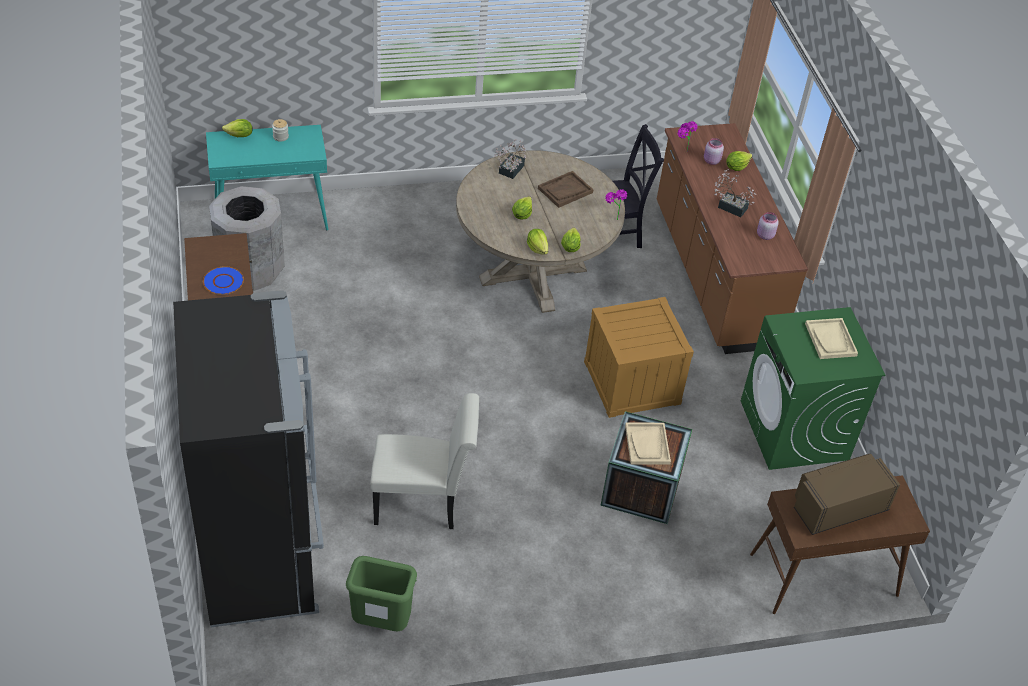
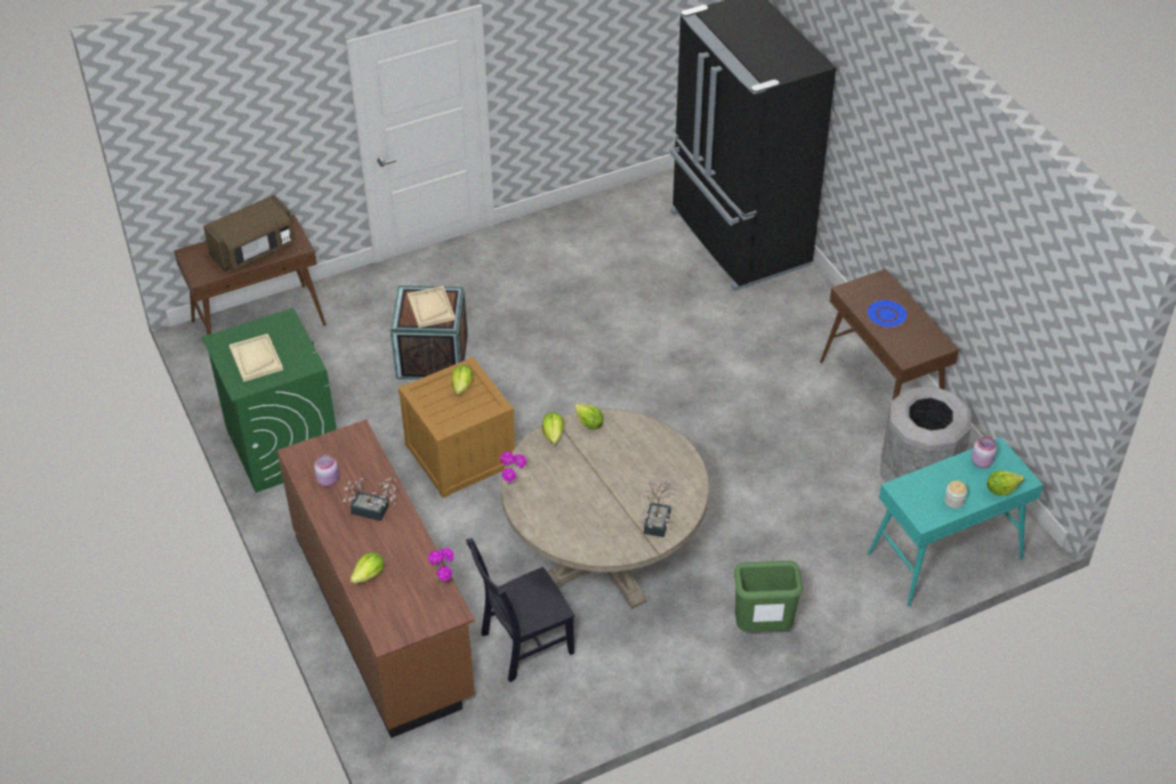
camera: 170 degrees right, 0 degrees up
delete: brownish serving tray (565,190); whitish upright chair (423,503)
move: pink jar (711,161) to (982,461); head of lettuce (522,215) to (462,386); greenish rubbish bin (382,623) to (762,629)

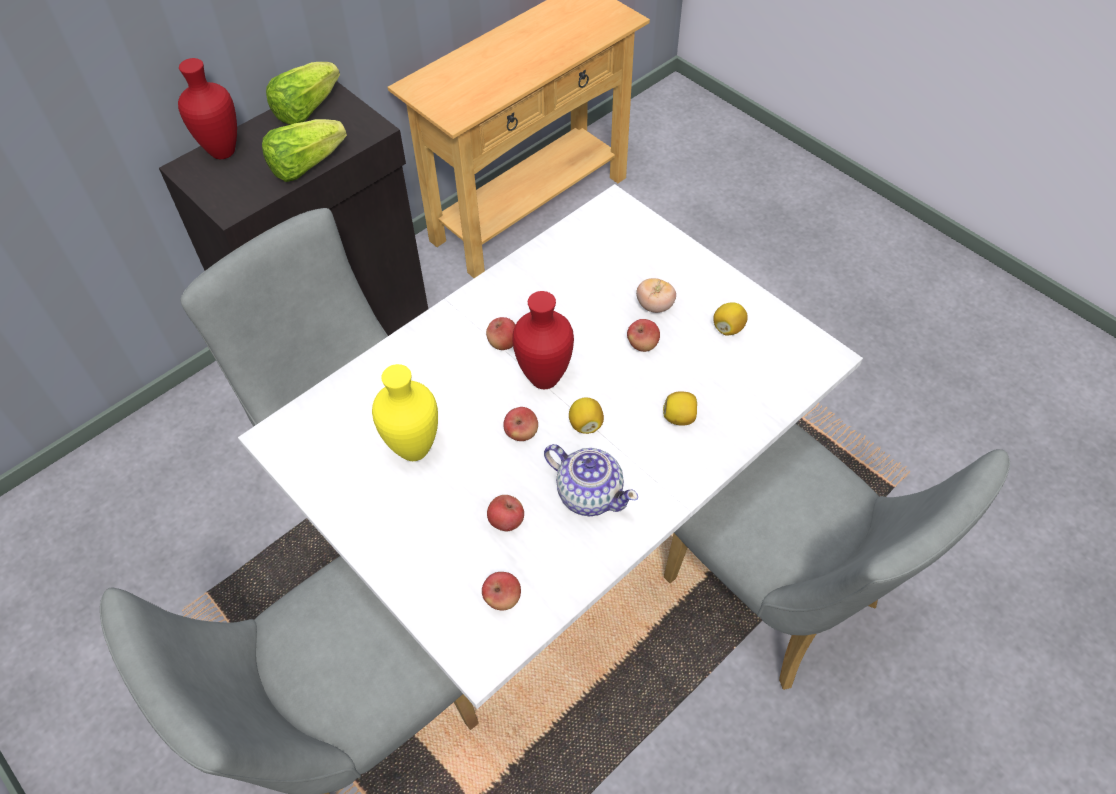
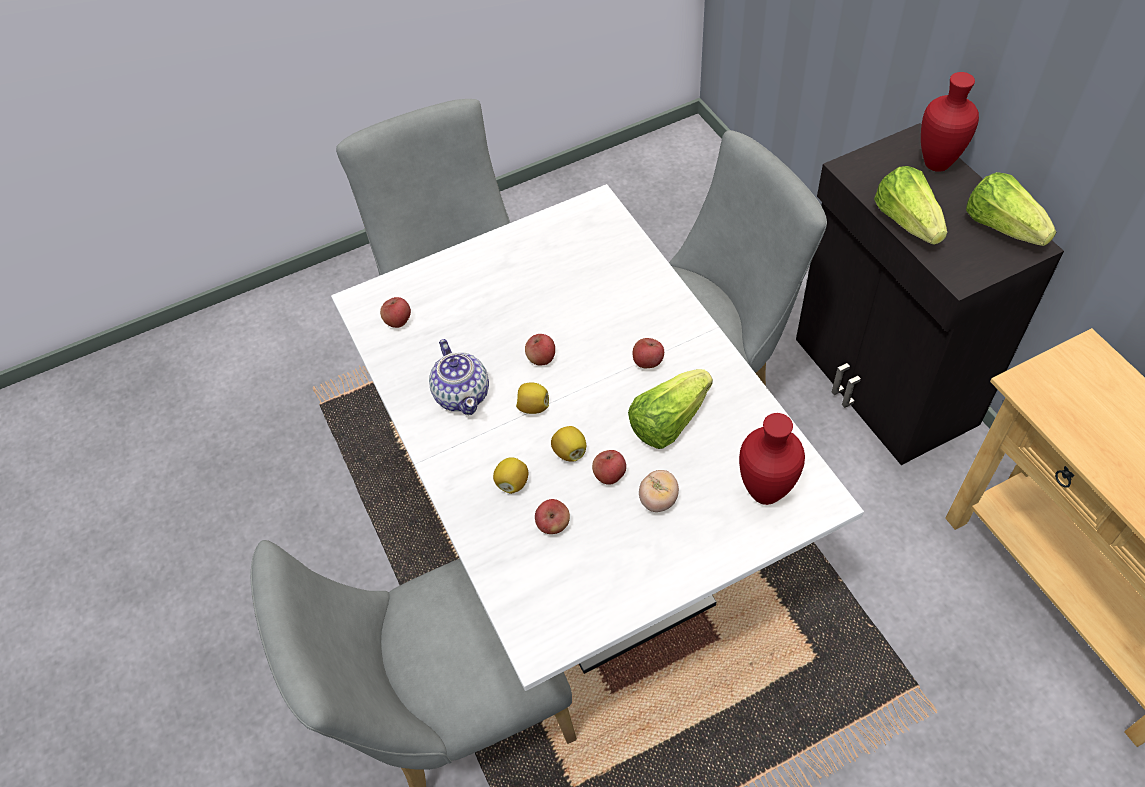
camera: 110 degrees right, 0 degrees up
delete: yellowish vase (416,449)
insert: head of lettuce (668,421)
move: red-coloured vase (546,380) to (763,493); whole lemon (728,328) to (569,451); apple (506,521) to (553,524)
rotate: tea pot (589,493) = (462,394) 75 degrees counterclockwise

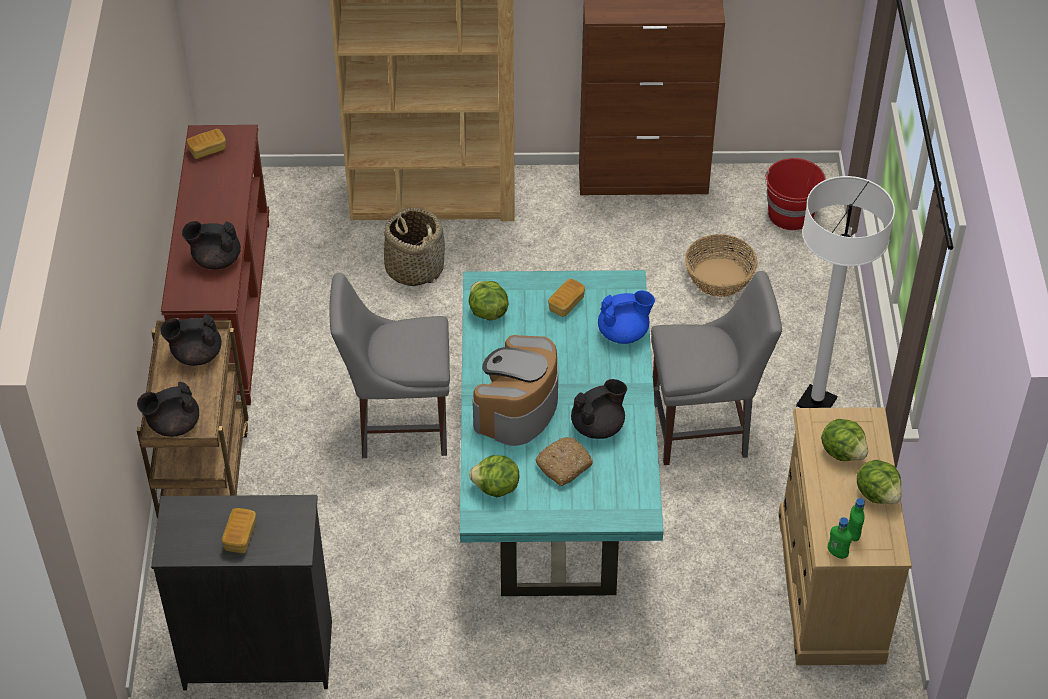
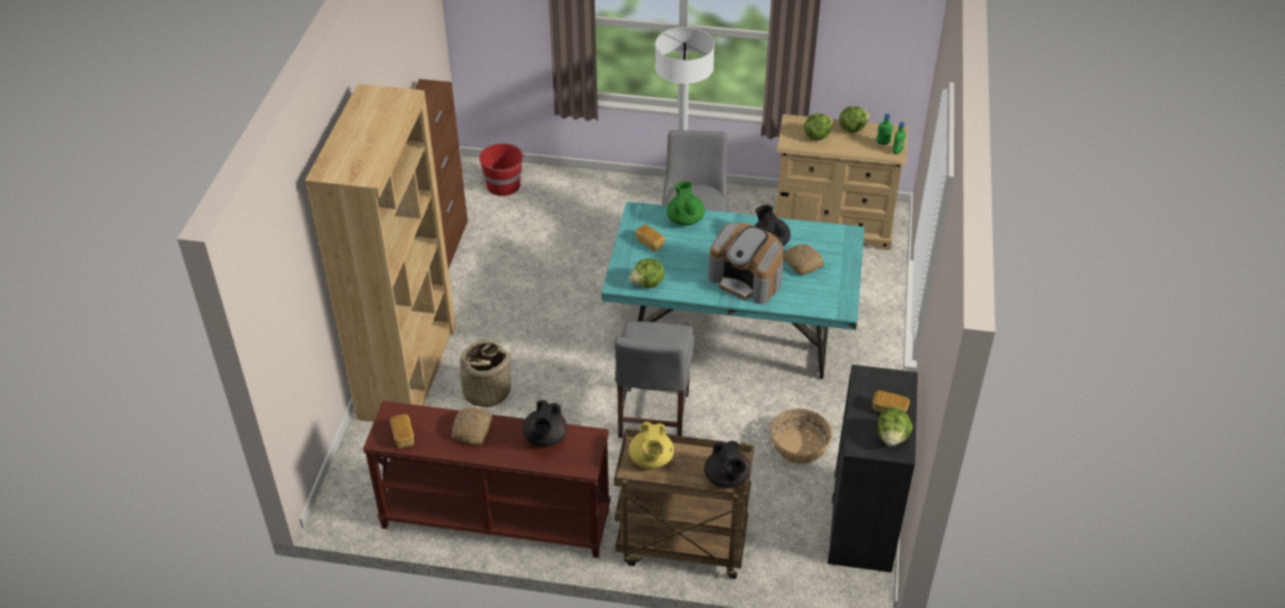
camera: 80 degrees left, 5 degrees down
insert: bakery bread (472,430)
move: basket (719,277) to (799,446); head of lettuce (496,488) to (892,437)
recolor: blue tea pot (624,333) to greenish tea pot (685,219); black tea pot (196,354) to yellowish tea pot (651,460)

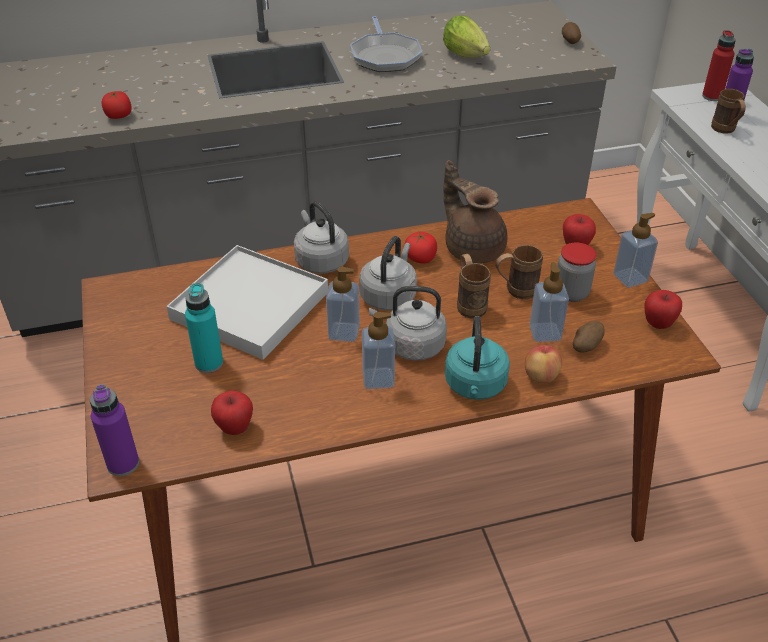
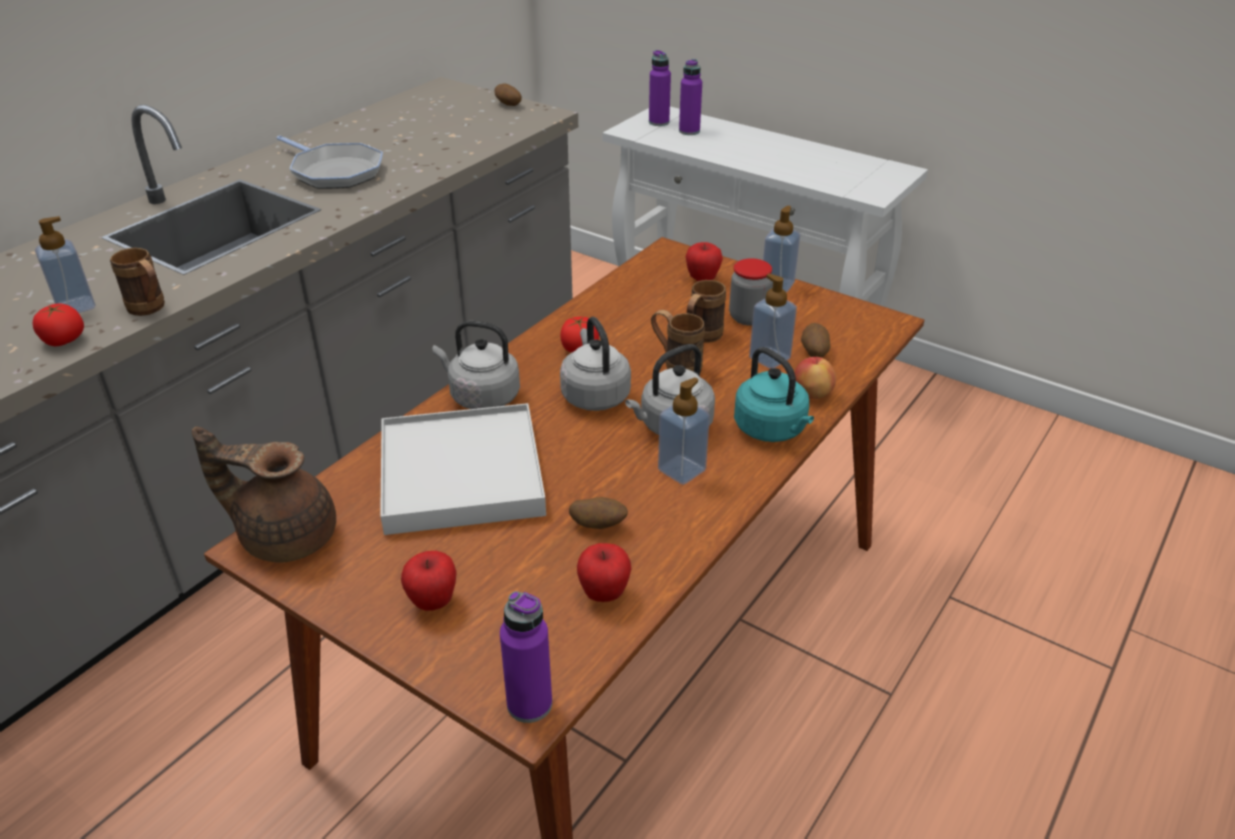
camera: 40 degrees left, 5 degrees down
delete: head of lettuce (467,56); turquoise drink bottle (209,363)
insert: spud (598,525)
move: brownish coffee mug (725,130) to (150,310); brownish tea pot (473,248) to (285,535); soap dispenser (344,332) to (76,306); apple (658,324) to (433,602)
recolor: red-coloured drink bottle (712,96) to purple drink bottle (659,122)

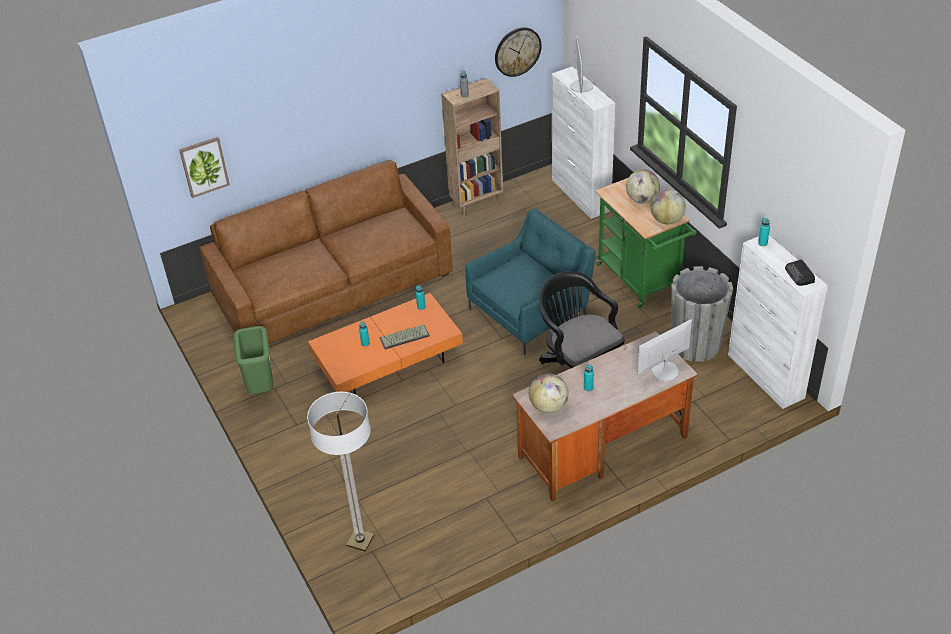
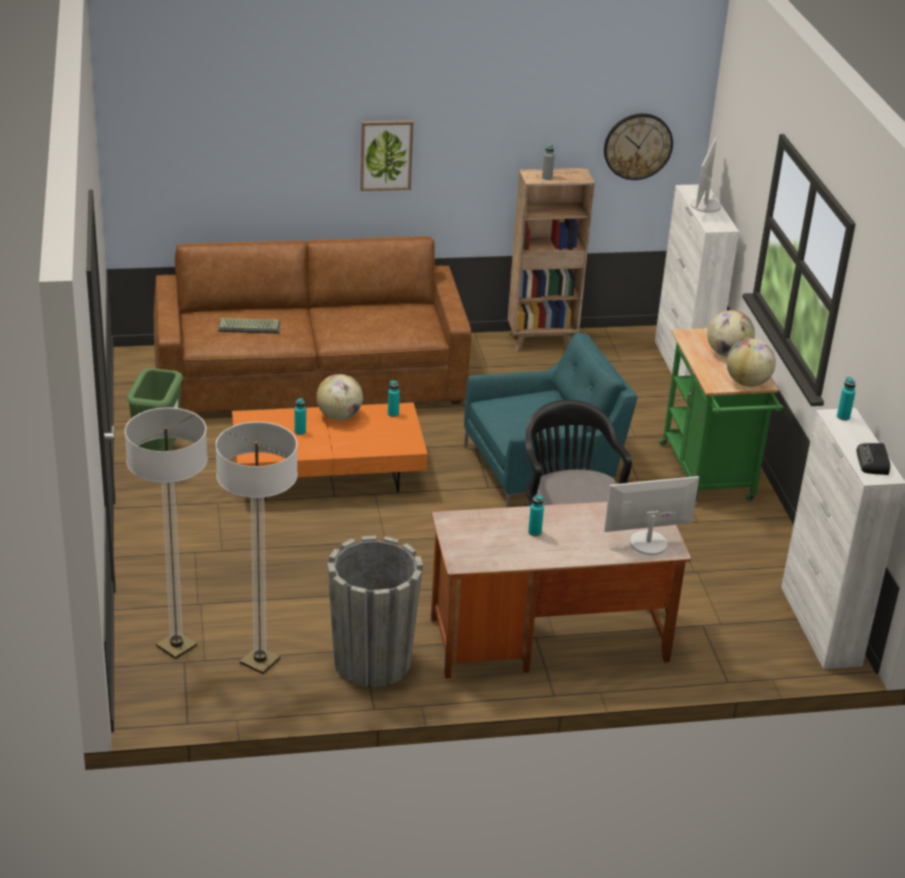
camera: 15 degrees right, 10 degrees down
insert: floor lamp (260,661)
move: wall picture (204,166) to (386,155); gray plant pot (695,344) to (372,662); keyboard (405,336) to (250,326); world globe (548,406) to (339,416)

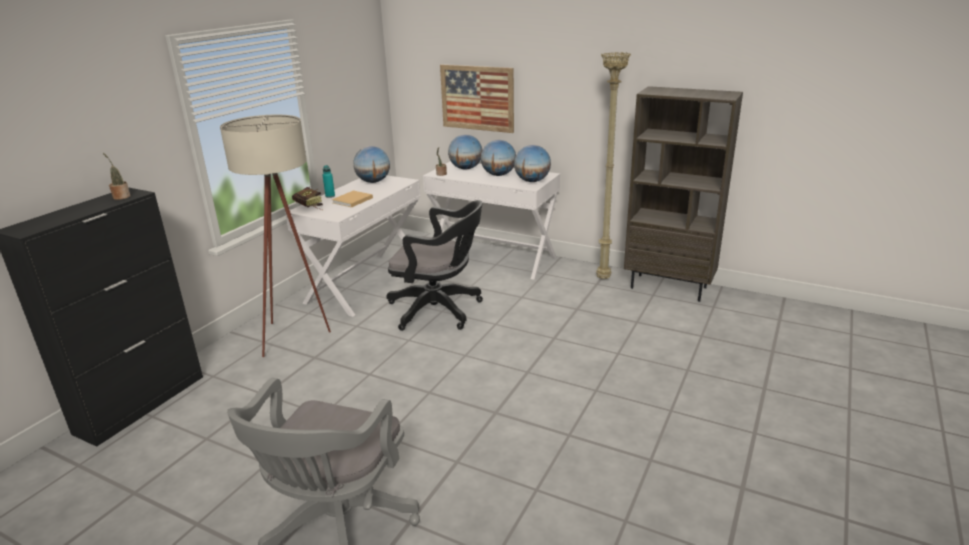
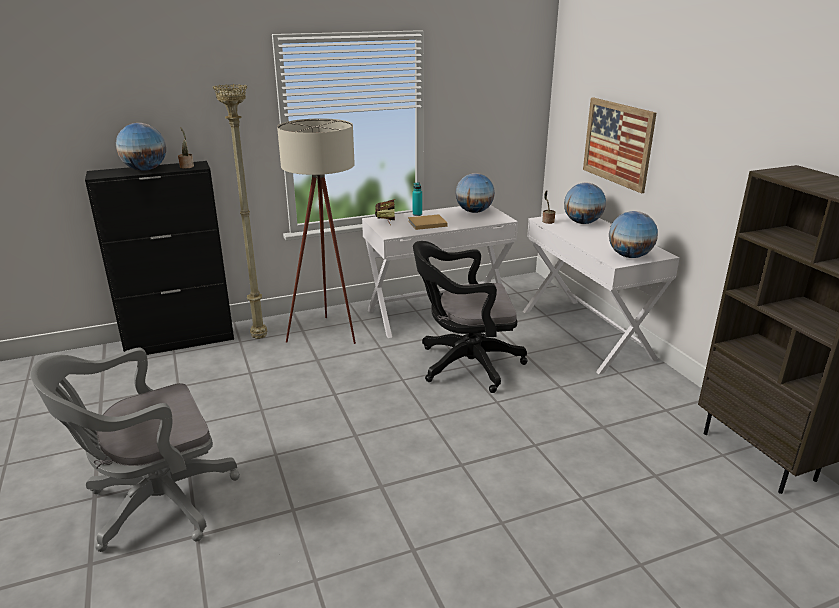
camera: 40 degrees right, 0 degrees up
move: beige-coloured floor lamp (602,278) to (259,337); world globe (498,175) to (145,170)
rotate: black computer chair (439,310) = (464,364) 120 degrees clockwise

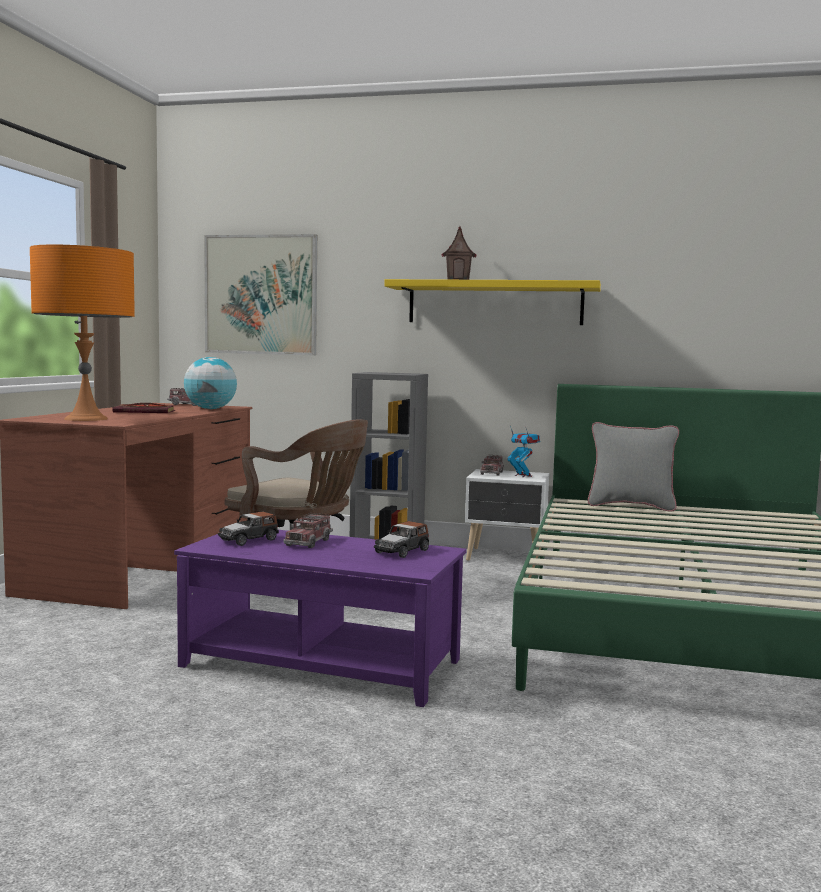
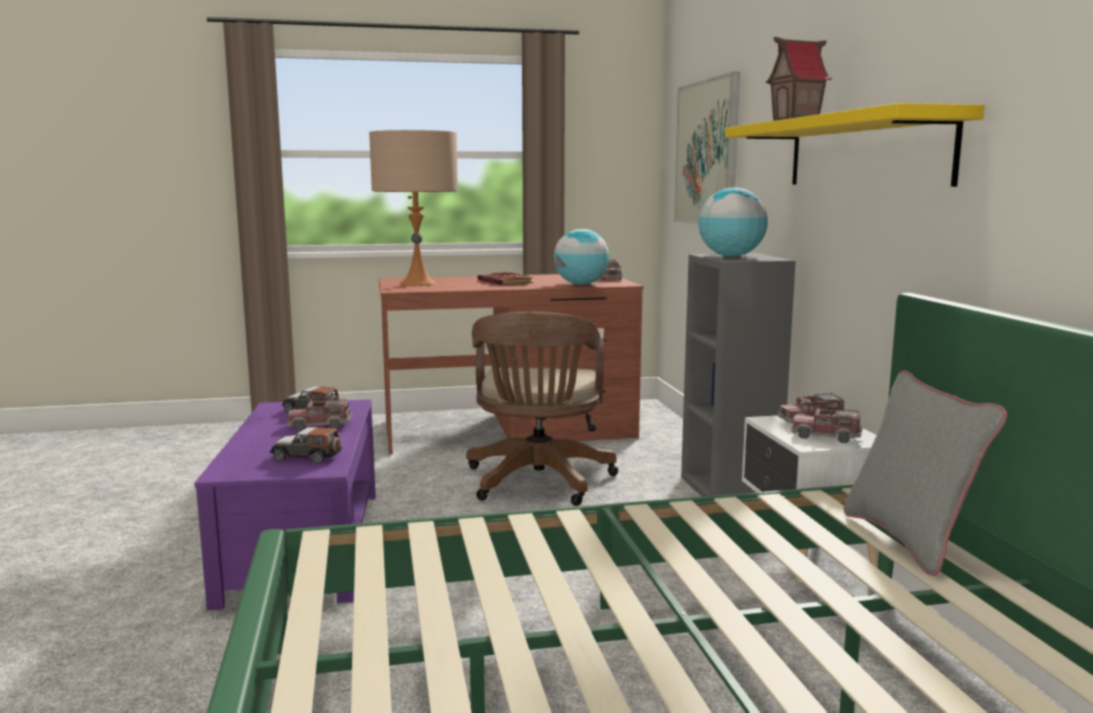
camera: 65 degrees right, 5 degrees up
insert: world globe (731,256)
replace: toy robot (522,476) to toy lorry (826,436)
recolor: orange lamp for a table (86,419) to beige-coloured lamp for a table (417,283)

